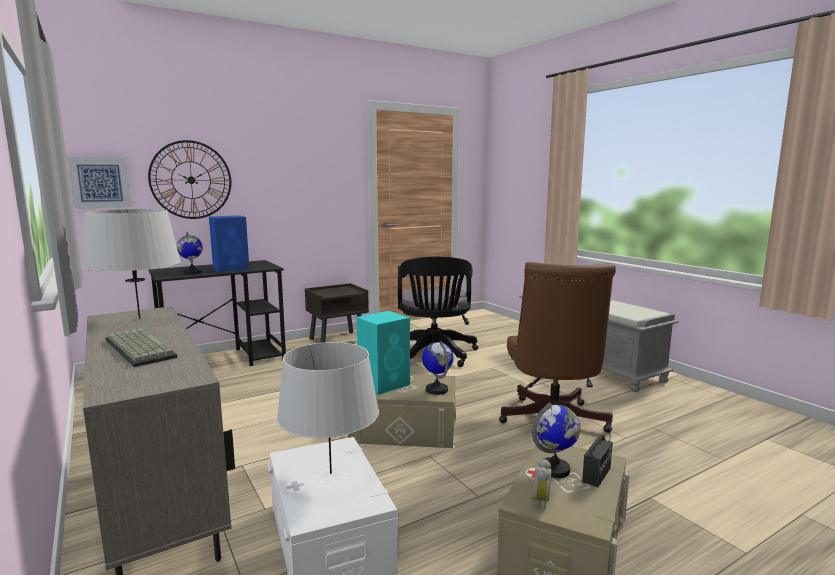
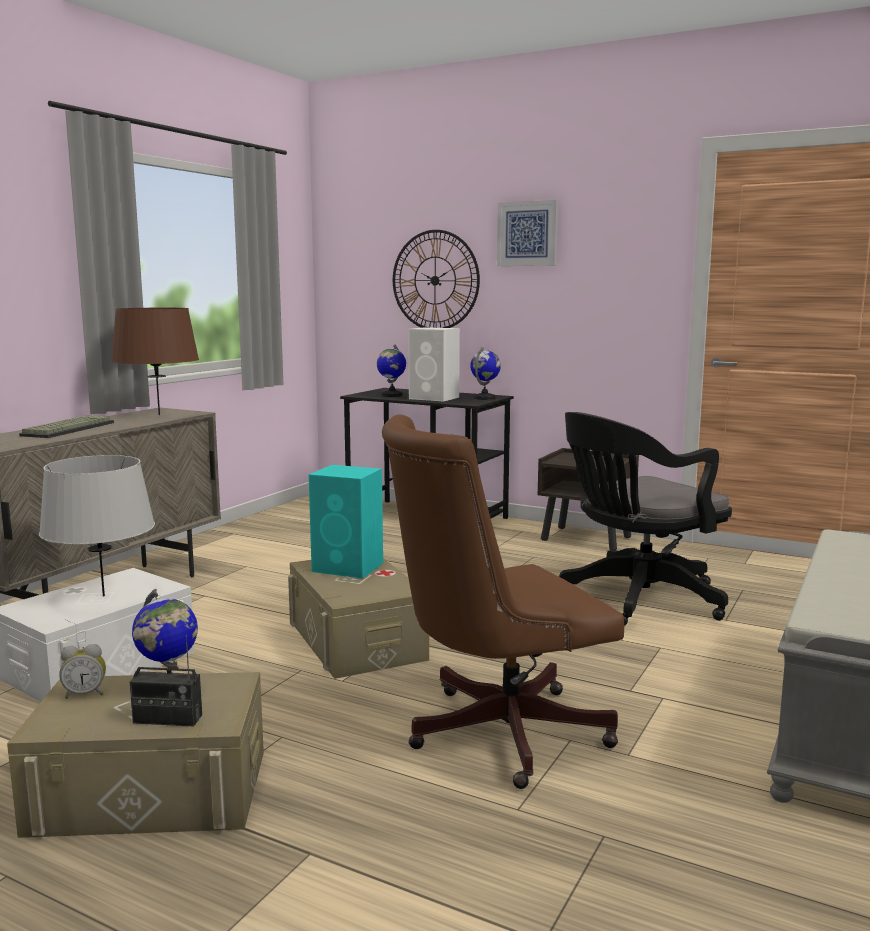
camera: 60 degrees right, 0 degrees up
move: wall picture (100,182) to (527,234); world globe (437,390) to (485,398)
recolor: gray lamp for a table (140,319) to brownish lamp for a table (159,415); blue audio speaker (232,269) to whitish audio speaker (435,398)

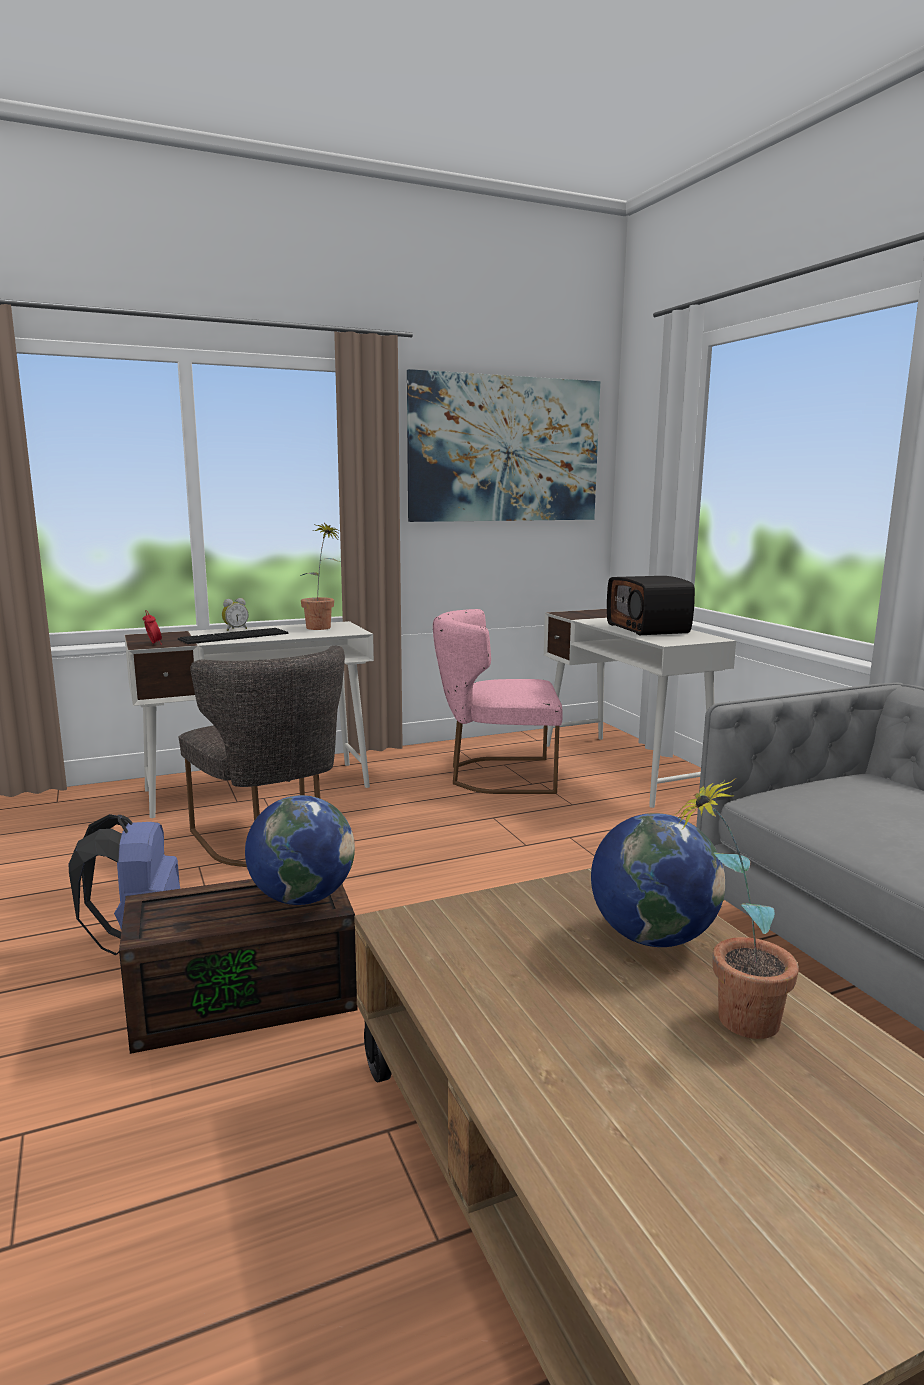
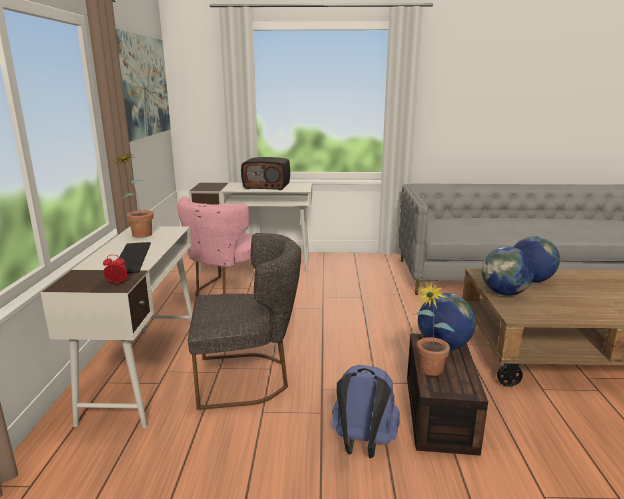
camera: 65 degrees left, 5 degrees up
delete: table clock (235,629)
insert: world globe (504,293)
move: houseplant (728,1017) to (428,372)

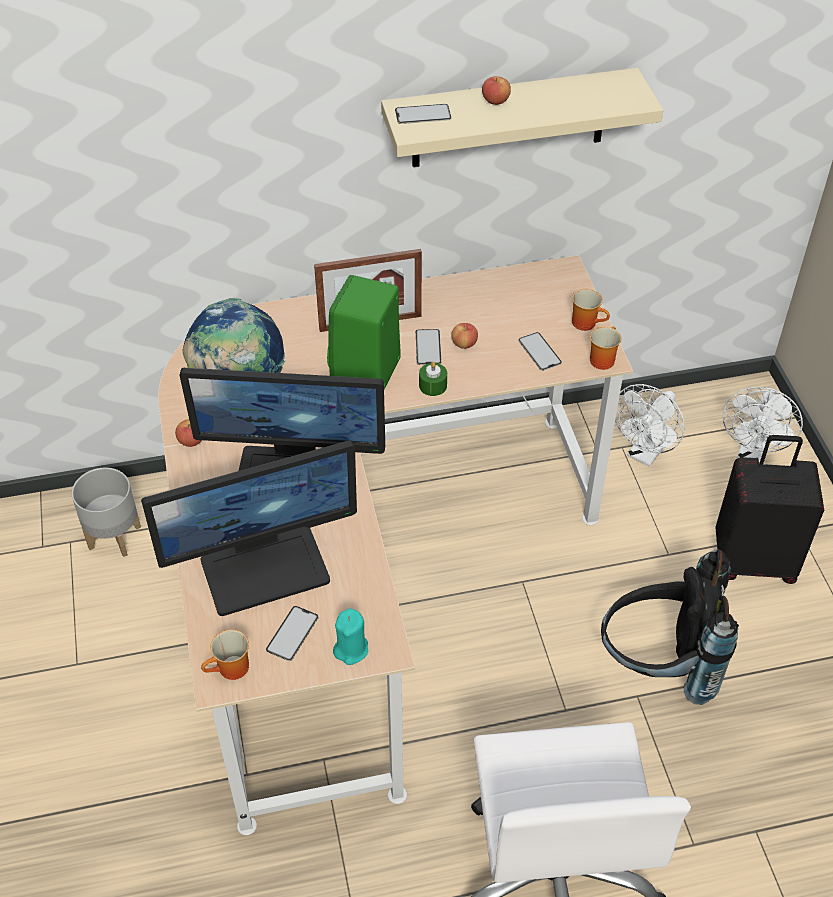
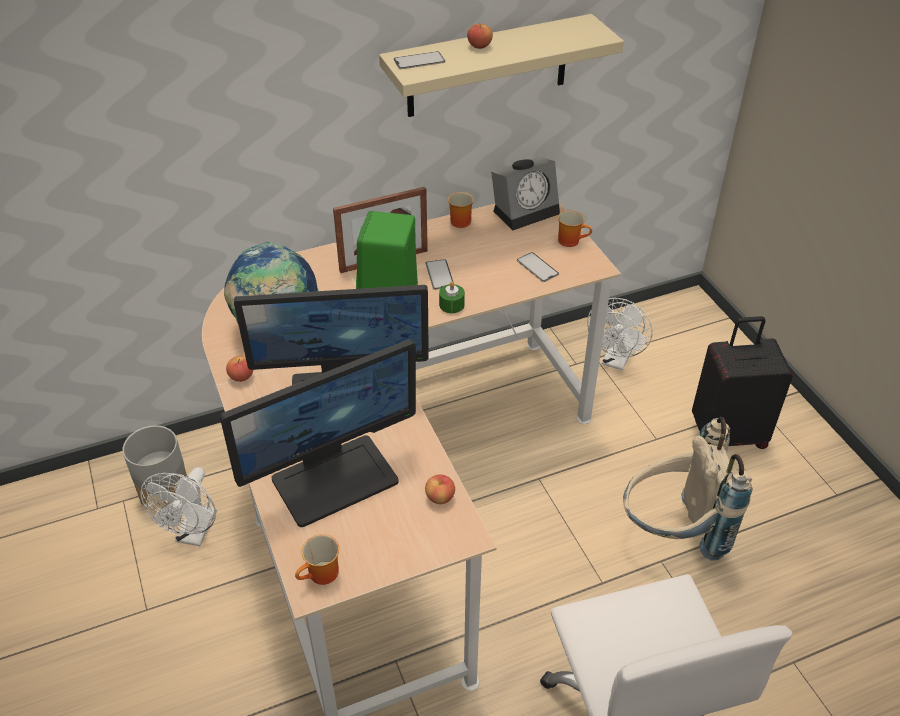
camera: 10 degrees left, 5 degrees down
delete: telephone (292,633); turquoise wax candle (351,649)
insert: table clock (526,210)
move: apple (464,344) to (440,497); coffee mug (601,358) to (459,220); whitish electric fan (752,453) to (194,533)
recolor: black knapsack (658,667) to beige-coloured knapsack (672,533)

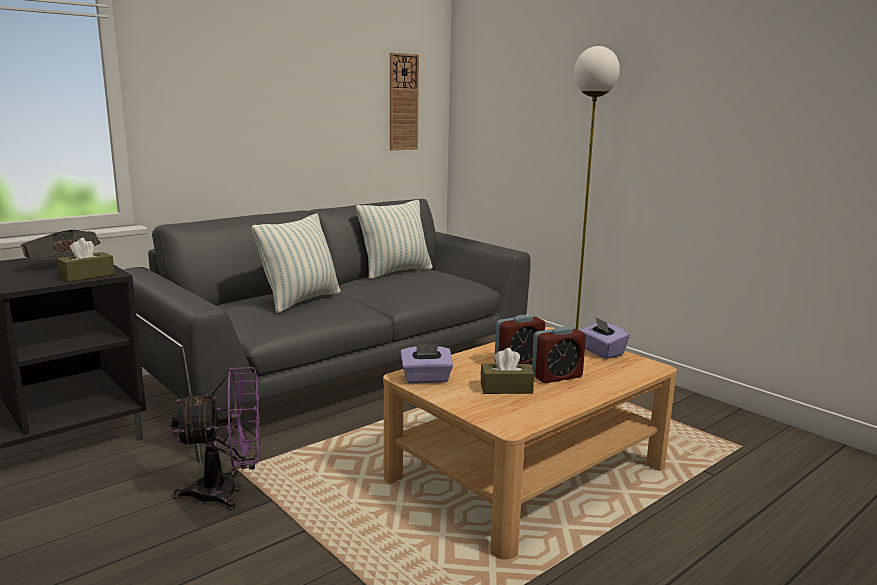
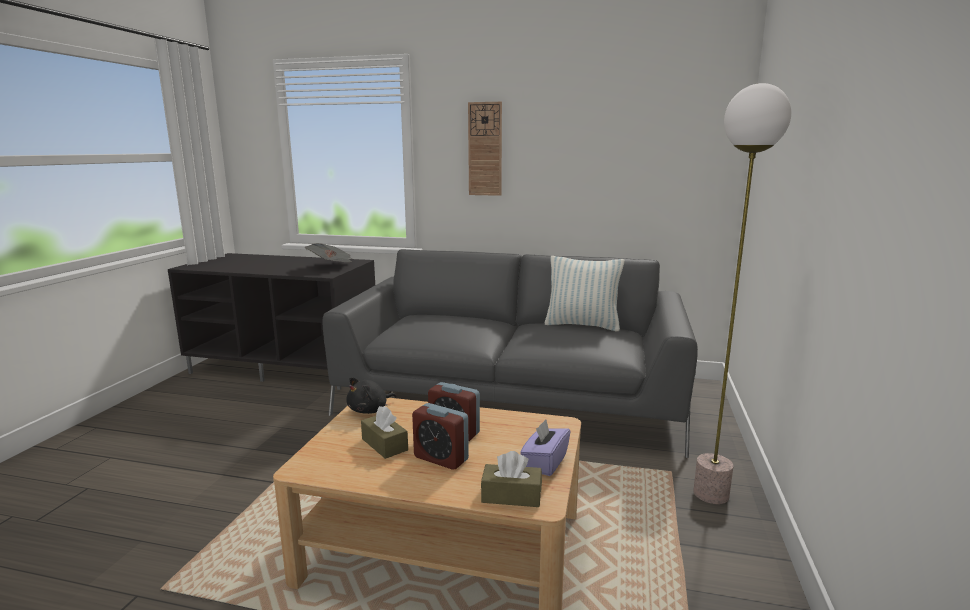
camera: 55 degrees right, 0 degrees up
delete: throw pillow (301,300); purple electric fan (228,492)
move: clock on the wall (403,102) to (485,149); brownish box of tissues (87,276) to (511,496)
replace: purple box of tissues (426,379) to black plush toy (370,410)

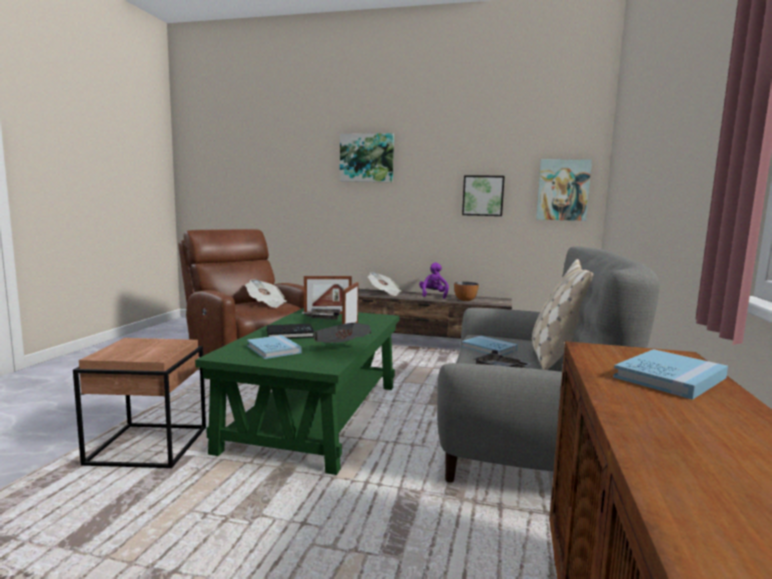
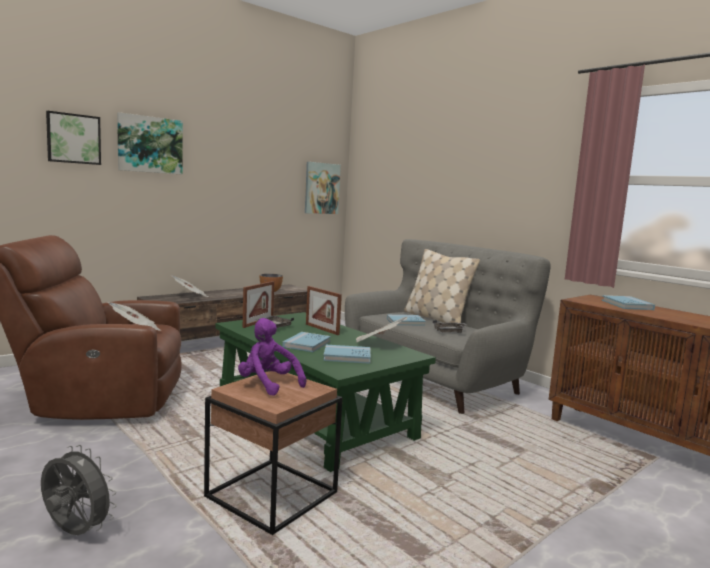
camera: 55 degrees left, 0 degrees up
insert: gray electric fan (75,533)
move: wall picture (483,195) to (73,138); purple plush toy (433,295) to (268,384)
recolor: black bound book (290,334) to blue bound book (307,344)

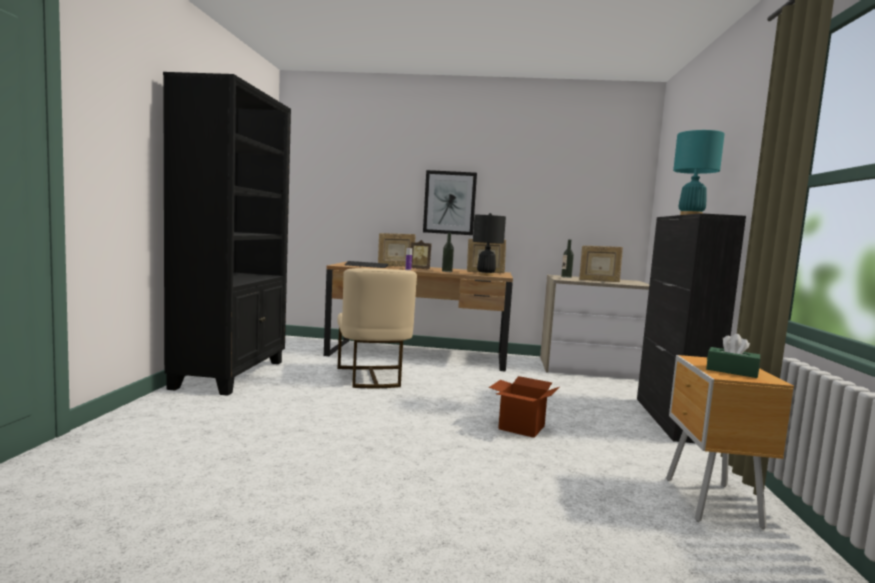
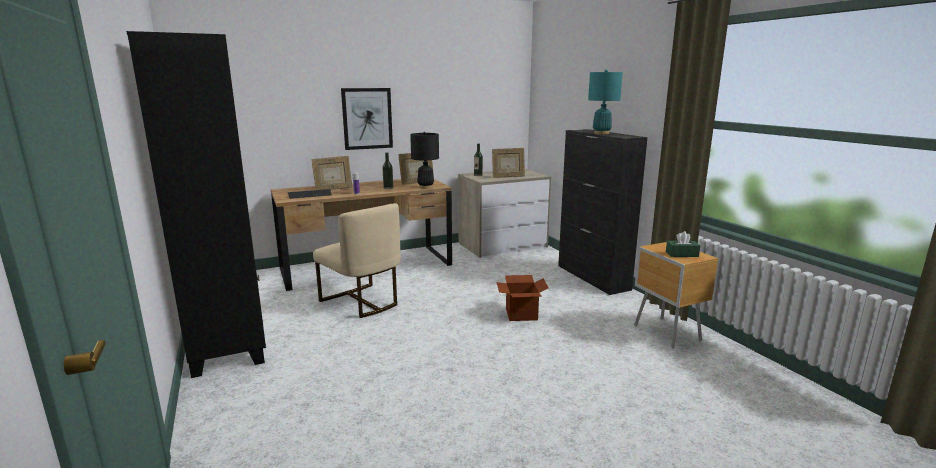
camera: 30 degrees left, 10 degrees up
delete: photo frame (419,269)

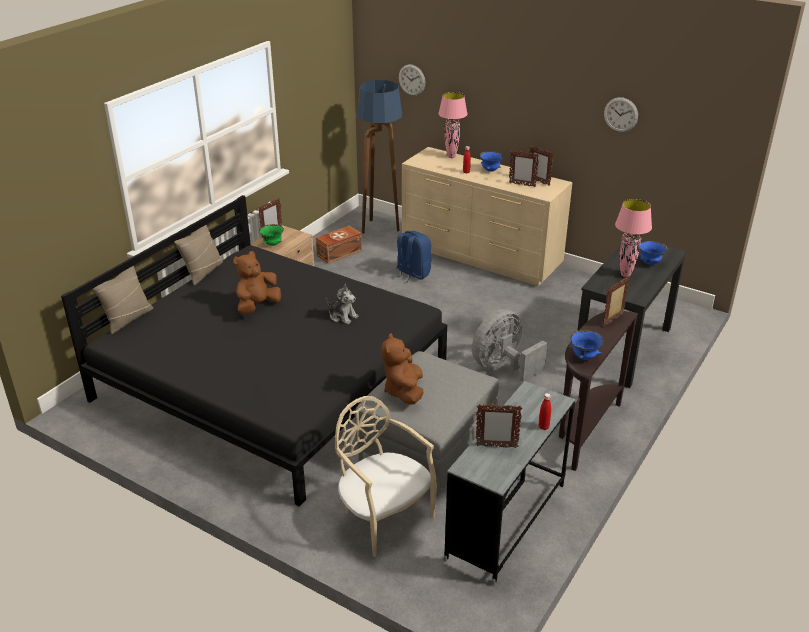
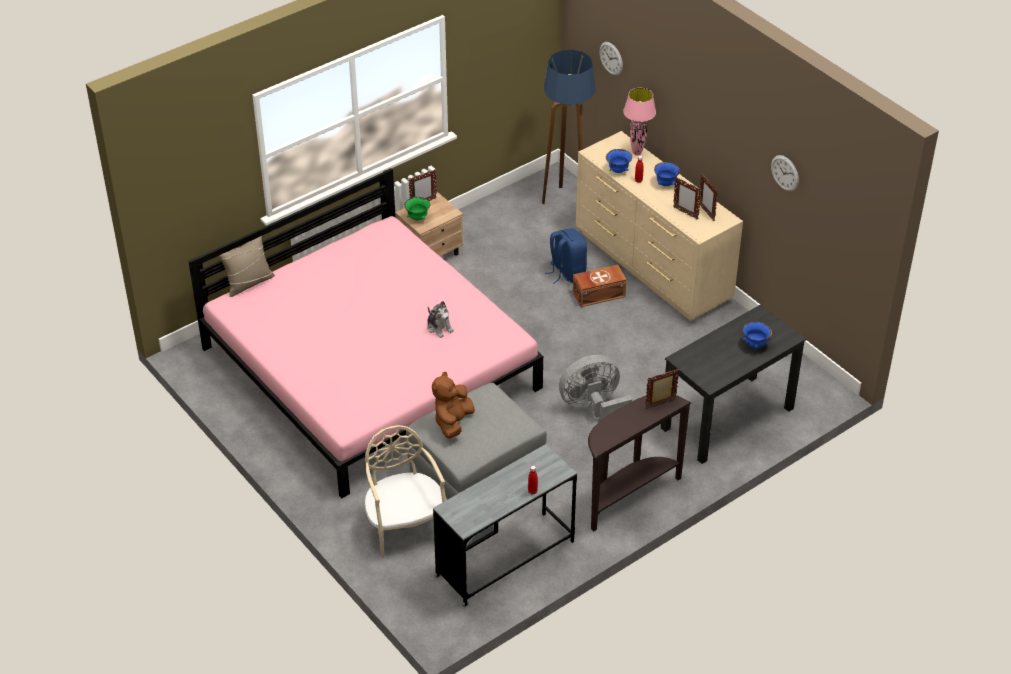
camera: 20 degrees right, 10 degrees up
delete: pink lamp for a table (626,275); beige-coloured throw pillow (203,272); brownish plush toy (257,306); photo frame (496,446)
move: brownish storage container (338,253) to (598,294); blue deep dish (584,357) to (618,170)
recolor: black bed (272,380) to pink bed (370,367)

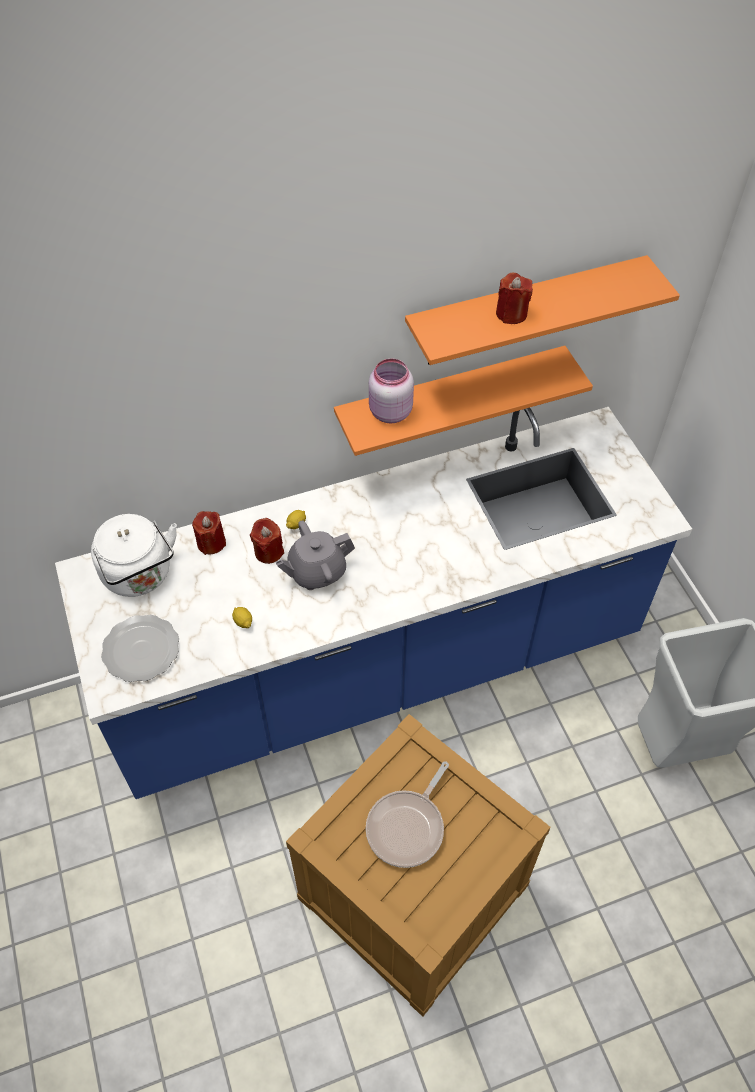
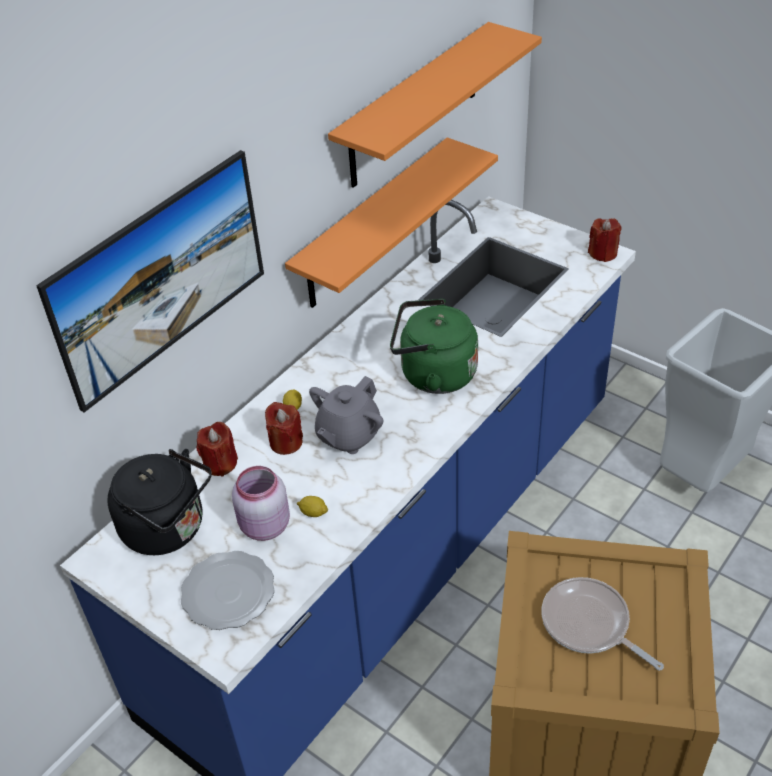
camera: 30 degrees left, 10 degrees down
insert: wall picture (169,308); greenish kettle (433,374)
move: red-coloured wax candle (511,314) to (603,253); pink jar (389,412) to (264,527)
recolor: whitish kettle (140,576) to black kettle (169,529)
rotate: frying pan (408,827) = (589,624) 135 degrees clockwise

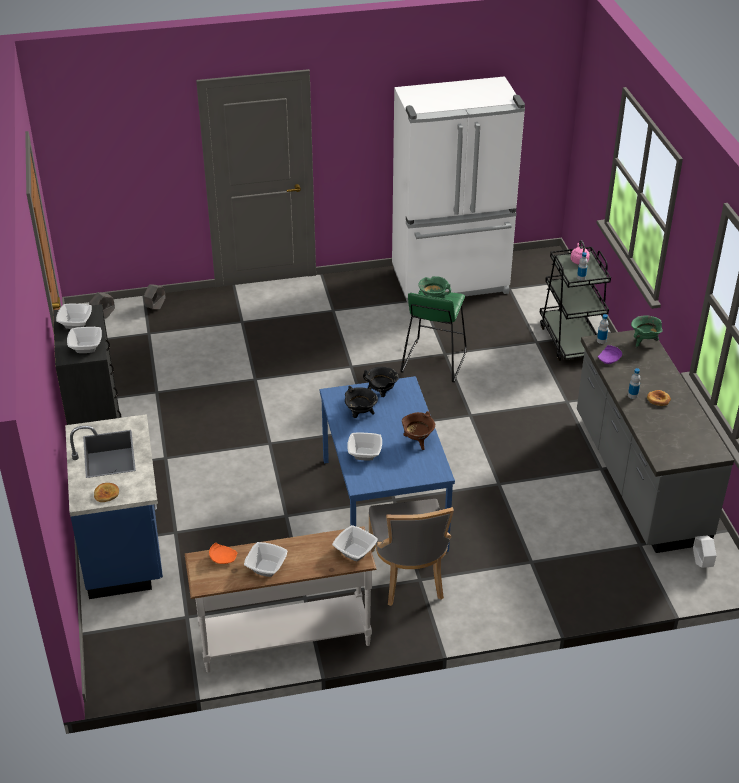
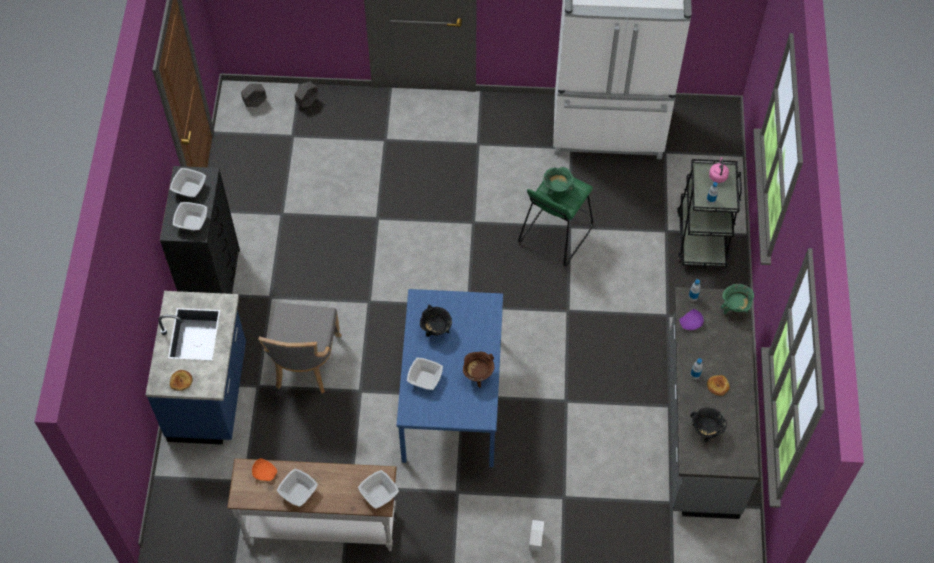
camera: 15 degrees right, 20 degrees up
move: black cooking pot (381,393) to (705,431); gray upright chair (409,576) to (305,364); whitish plant pot (701,563) to (535,541)

